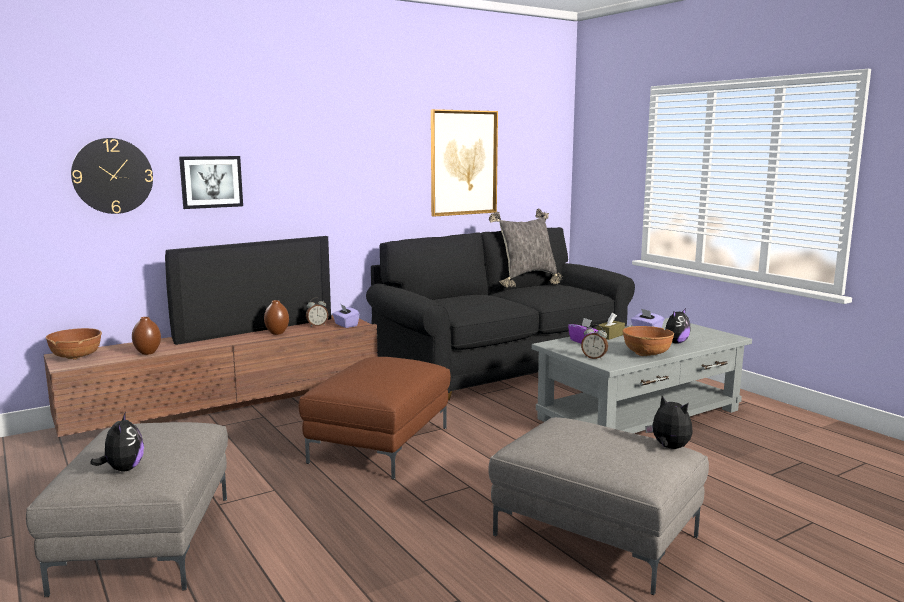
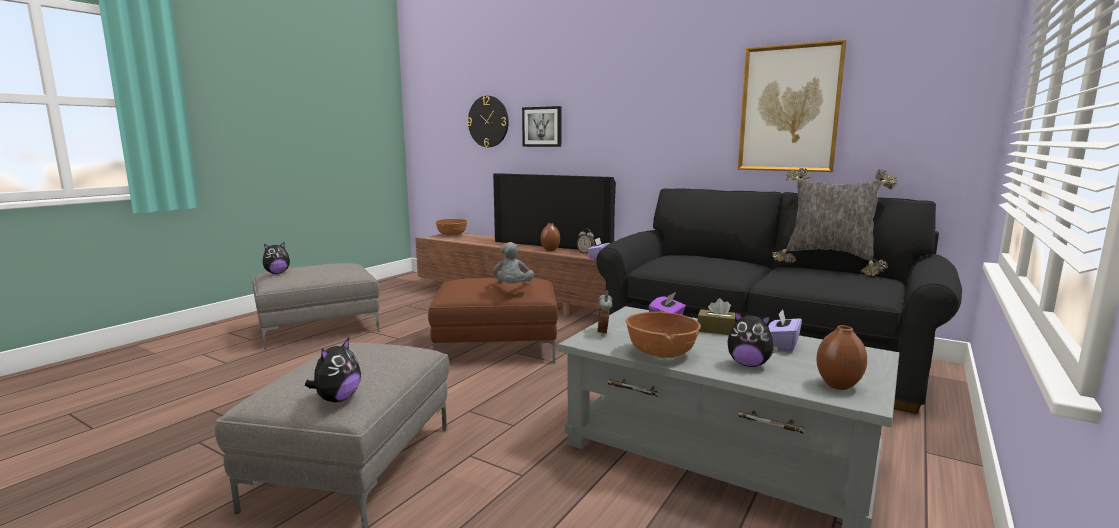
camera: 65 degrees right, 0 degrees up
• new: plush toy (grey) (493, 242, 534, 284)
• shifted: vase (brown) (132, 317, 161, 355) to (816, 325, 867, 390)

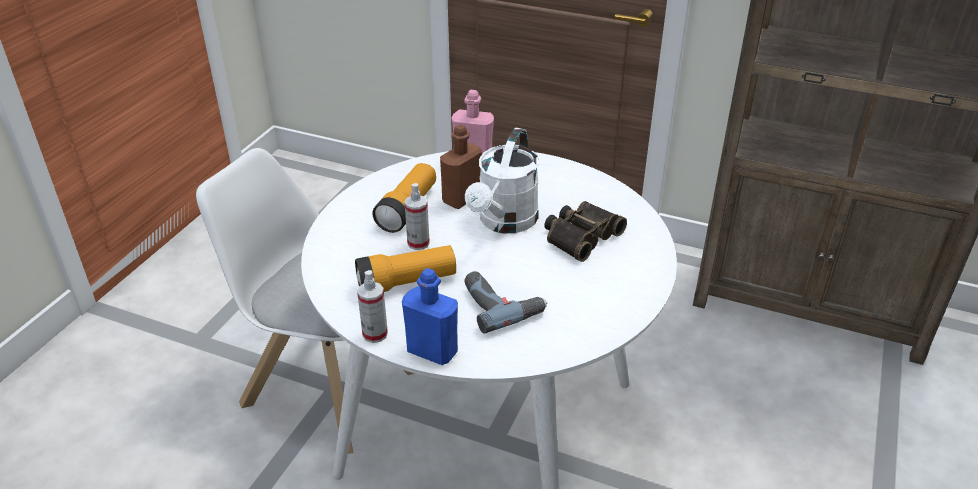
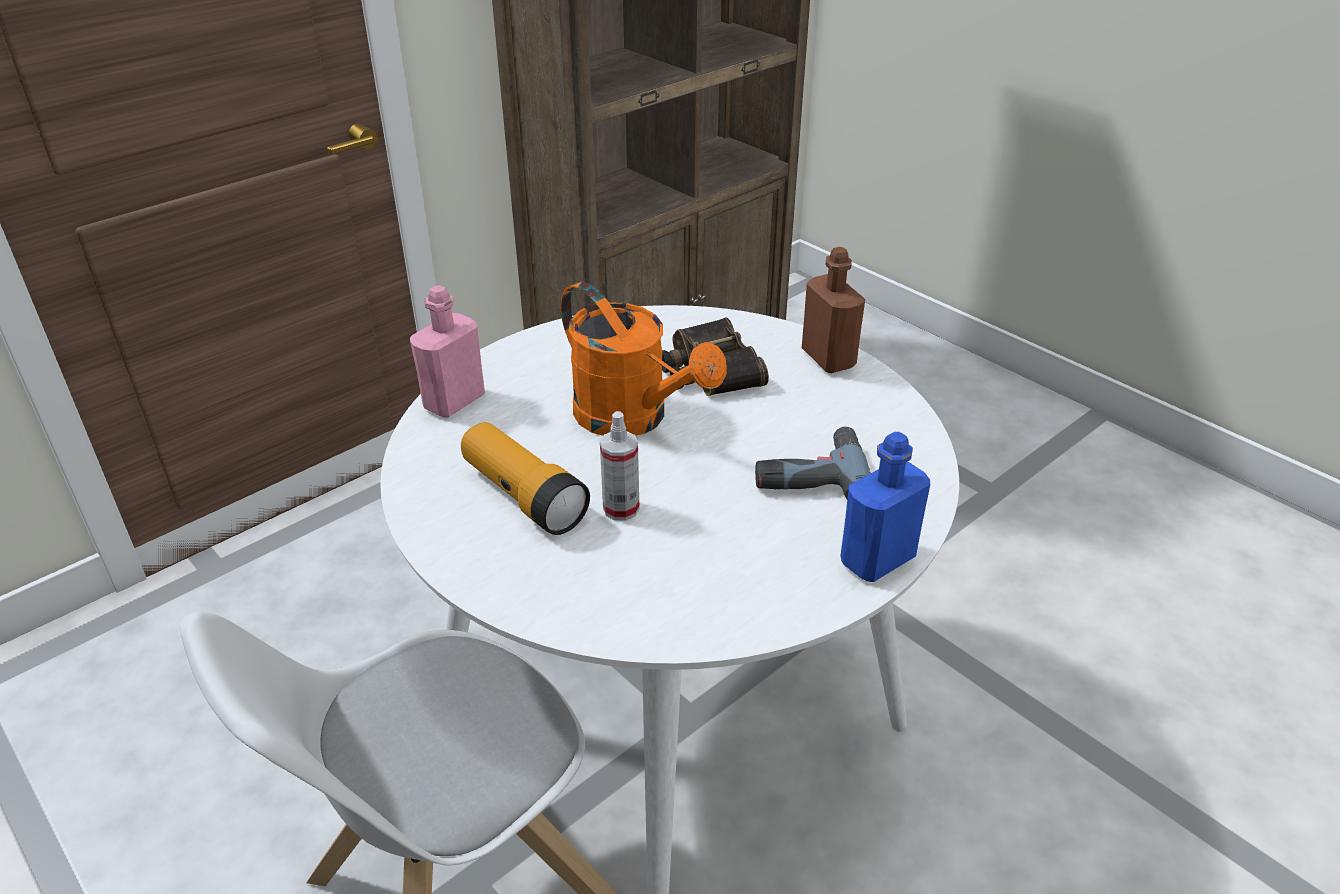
camera: 65 degrees left, 0 degrees up
• gone: flashlight (355, 245, 456, 292)
• gone: spray bottle (357, 270, 388, 343)
• shifted: bottle (brown) (440, 125, 482, 209) to (802, 247, 865, 373)
• repainted: watering can (white) (465, 128, 539, 233) to watering can (orange) (561, 282, 727, 436)

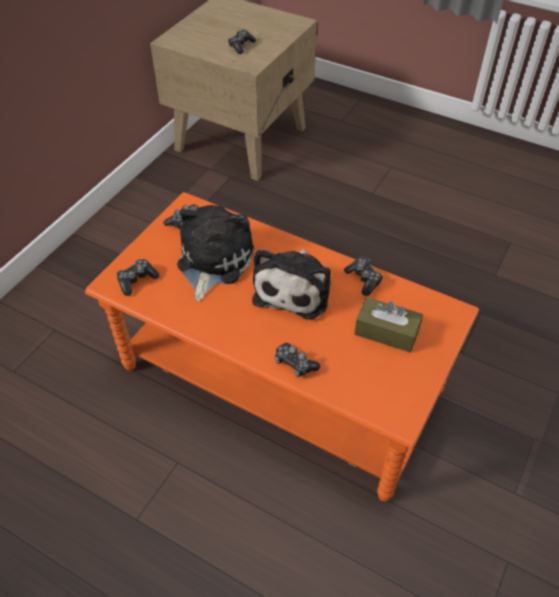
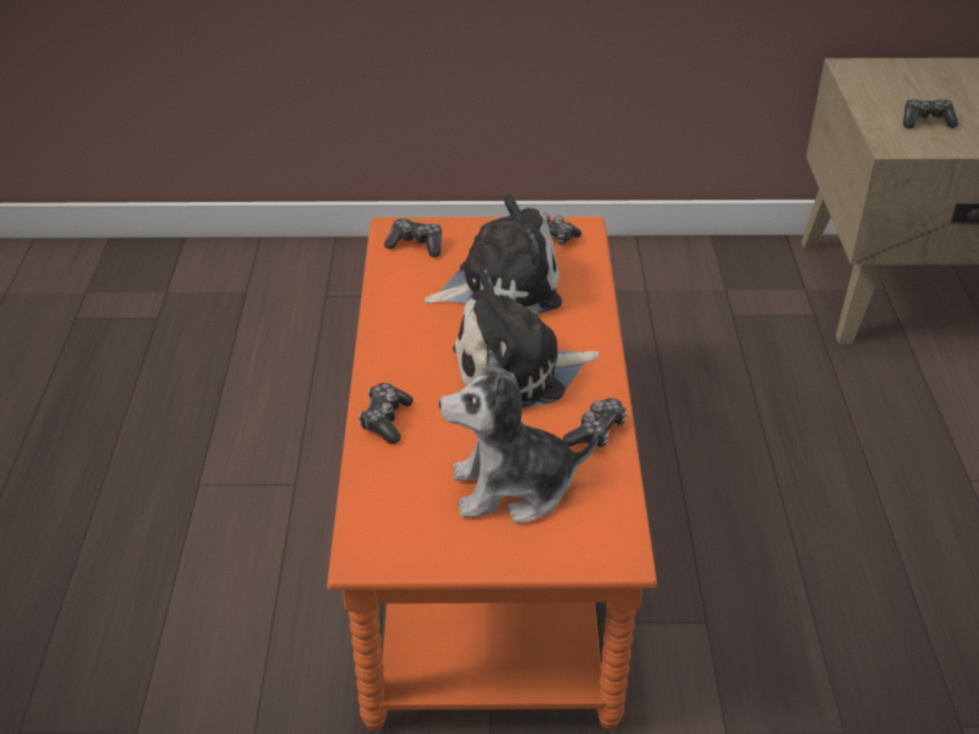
camera: 60 degrees right, 10 degrees down
• swapped: tissue box (brown) (354, 297, 423, 353) to plush toy (439, 350, 598, 524)

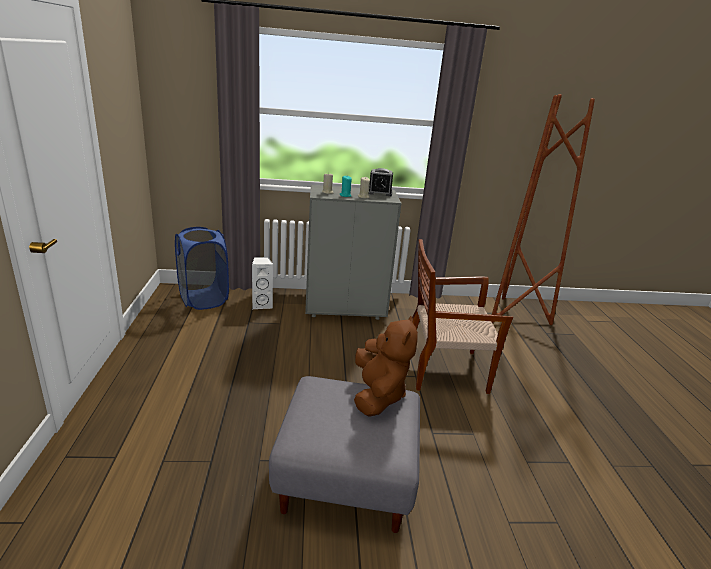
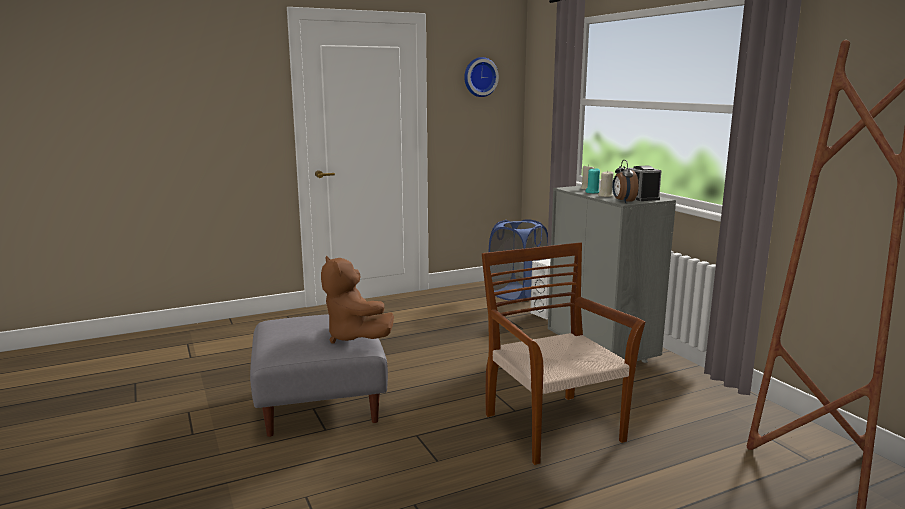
camera: 70 degrees right, 10 degrees down
• new: wall clock (464, 57, 499, 97)
• new: alarm clock (612, 160, 638, 203)
• rotated: plush toy (brown) (354, 316, 418, 417) = (321, 256, 394, 343) 75 degrees clockwise

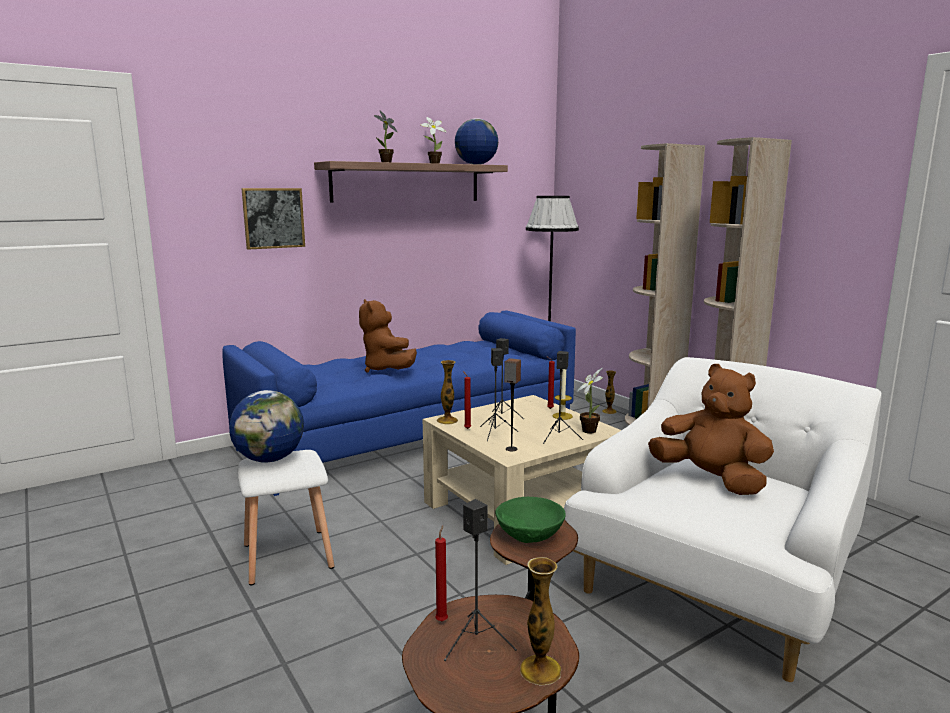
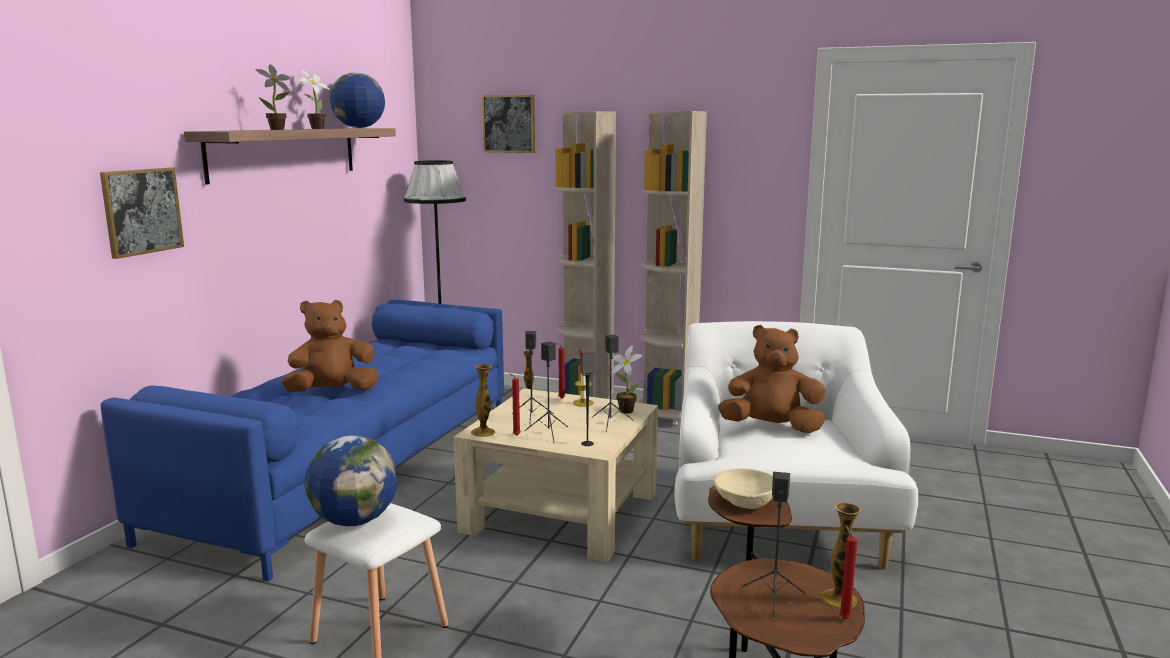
camera: 35 degrees left, 0 degrees up
• new: picture (482, 95, 535, 153)
• shifted: candle (red) (435, 525, 448, 622) to (839, 525, 857, 619)
• repainted: bowl (green) (495, 497, 566, 543) to bowl (beige) (714, 469, 773, 509)
• rotated: plush toy (brown) (359, 299, 417, 373) = (281, 300, 379, 392) 120 degrees clockwise

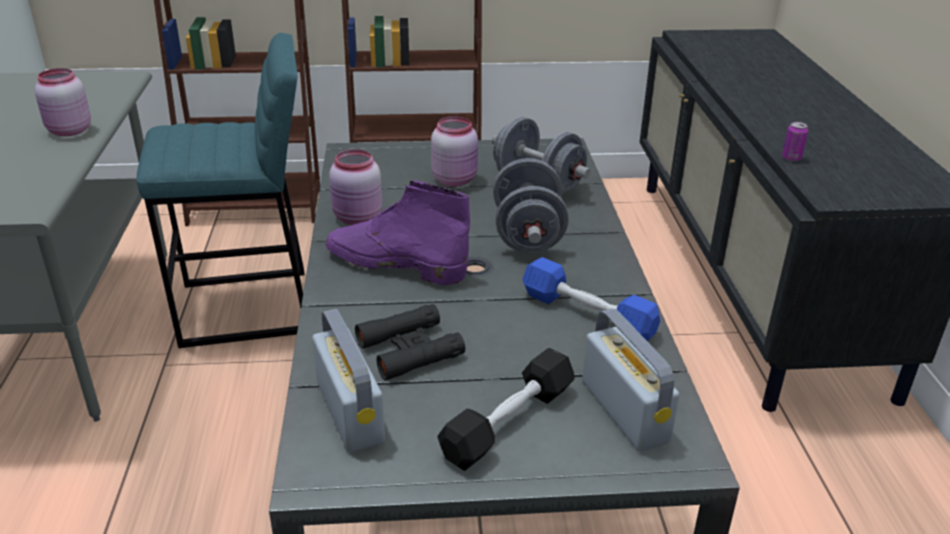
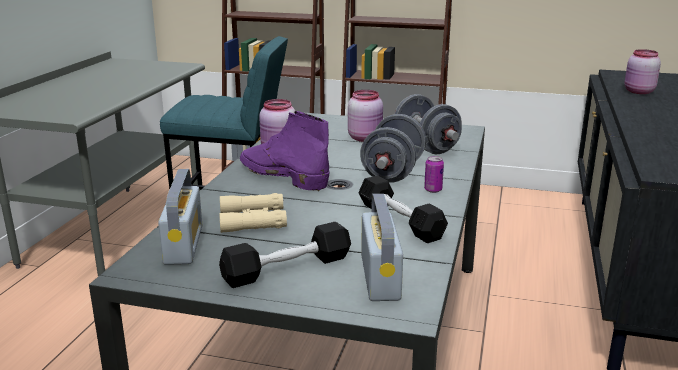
camera: 20 degrees right, 10 degrees down
• shifted: jar (pink) (35, 68, 91, 136) to (624, 49, 661, 94)
• shifted: can (782, 122, 808, 162) to (424, 156, 444, 193)
• repainted: binoculars (black) (355, 304, 465, 381) to binoculars (beige) (220, 193, 287, 232)
• repainted: dumbbell (blue) (522, 257, 660, 341) to dumbbell (black) (359, 175, 448, 243)

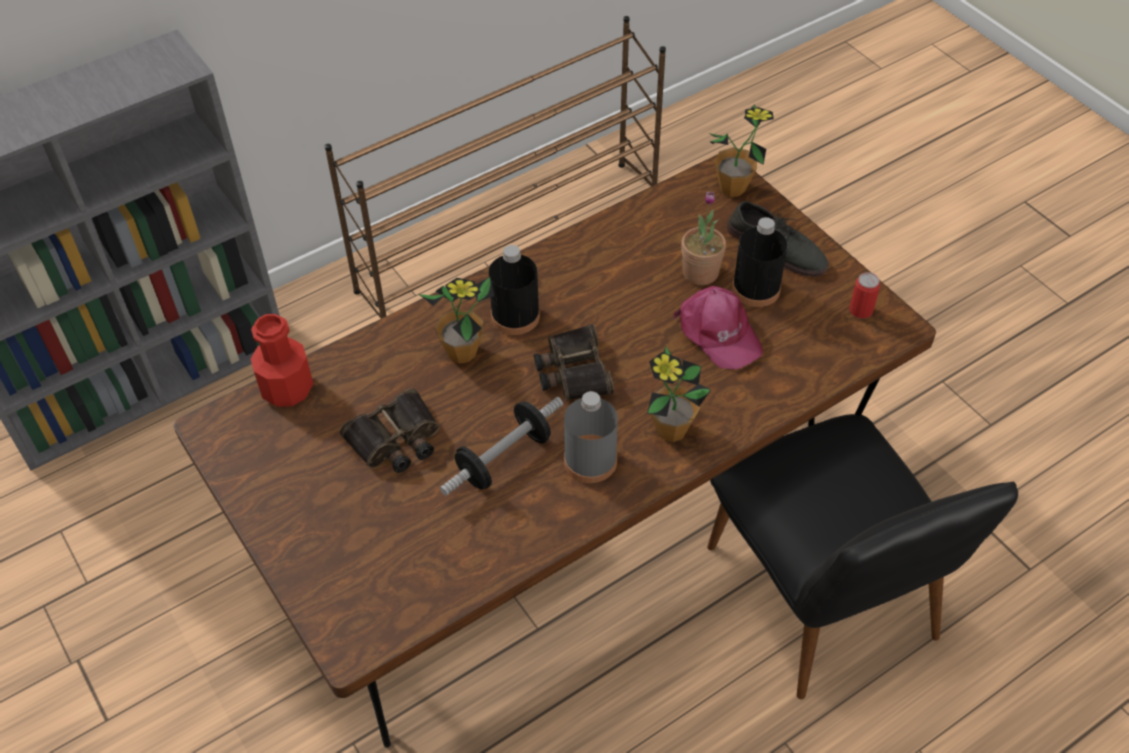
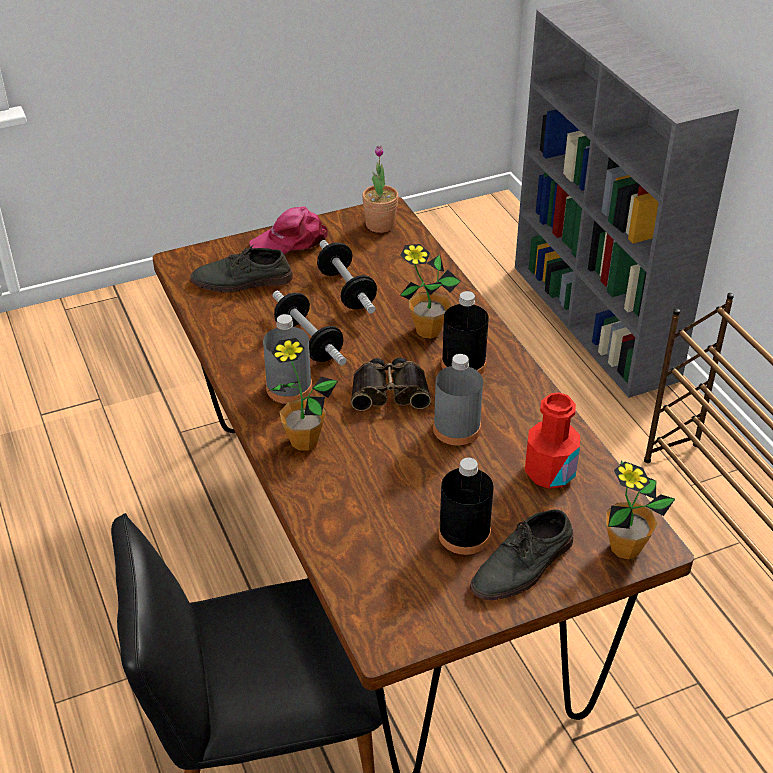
camera: 100 degrees right, 10 degrees down
• gone: can (849, 272, 880, 319)
• new: shoe (grey) (190, 245, 293, 293)
• new: bottle (grey) (433, 354, 483, 446)
• shifted: bottle (red) (251, 314, 314, 407) to (525, 392, 580, 489)
• shifted: cap (pink) (674, 286, 763, 370) to (249, 206, 328, 254)
• shifted: potted plant (681, 191, 726, 285) to (362, 145, 399, 233)
• swapped: binoculars (340, 388, 439, 473) to dumbbell (317, 240, 377, 314)

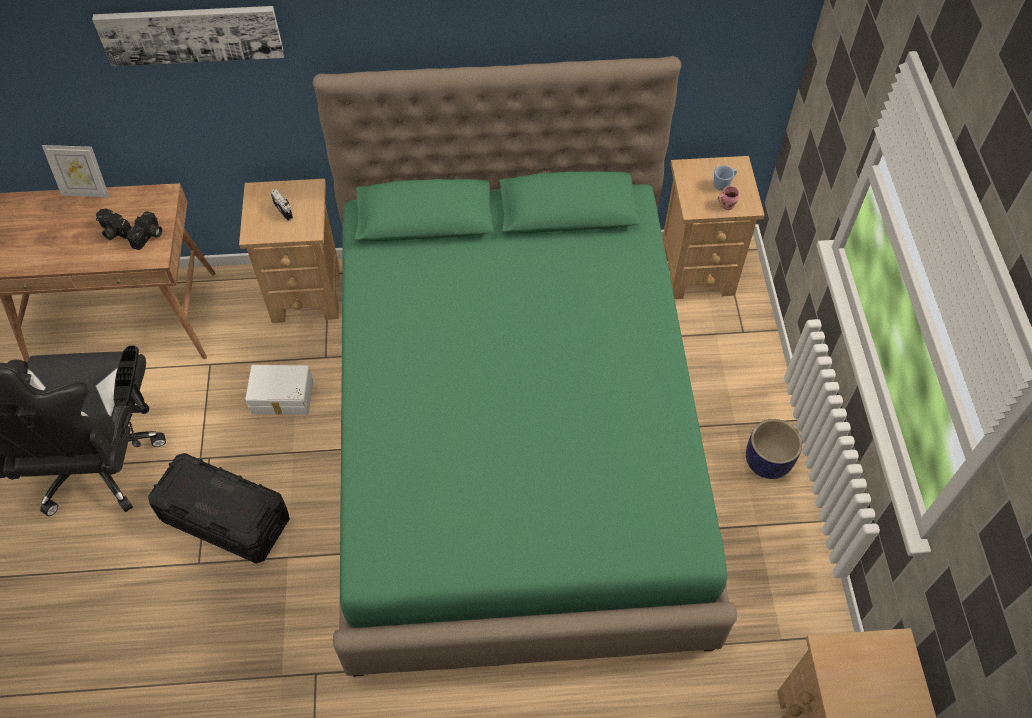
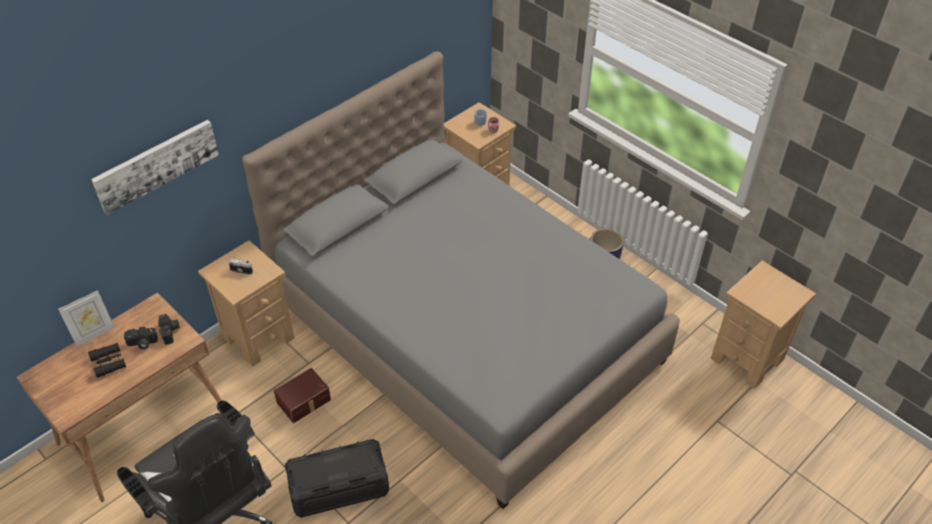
camera: 40 degrees left, 10 degrees down
• new: binoculars (black) (88, 343, 126, 378)
• repainted: storage box (white) (245, 365, 313, 415) to storage box (brown) (274, 368, 331, 423)
• repainted: bed (green) (312, 56, 737, 677) to bed (grey) (242, 52, 680, 509)

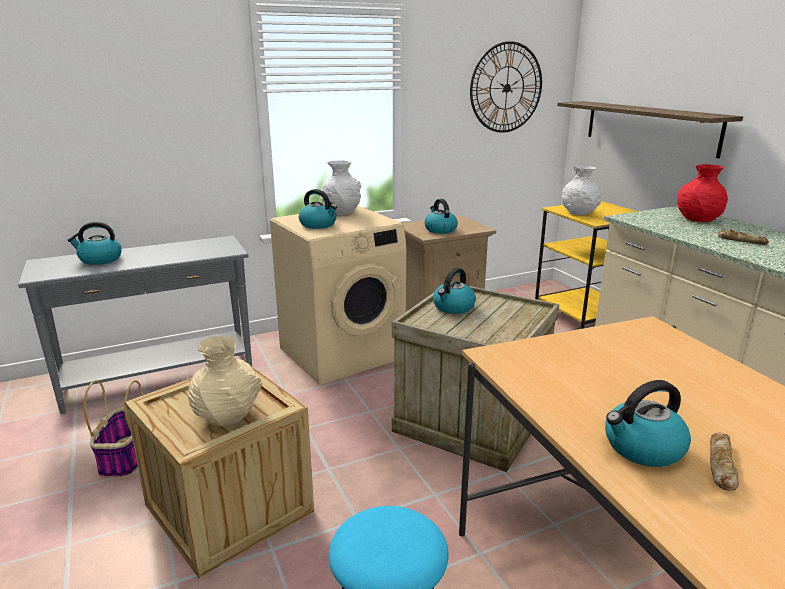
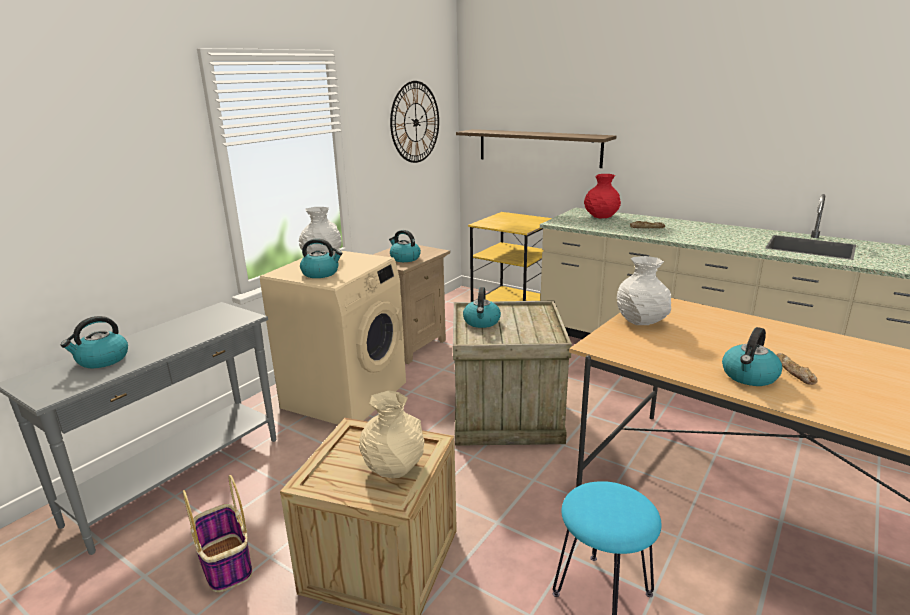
camera: 30 degrees left, 0 degrees up
• shifted: vase (white) (562, 165, 601, 215) to (617, 256, 671, 325)

